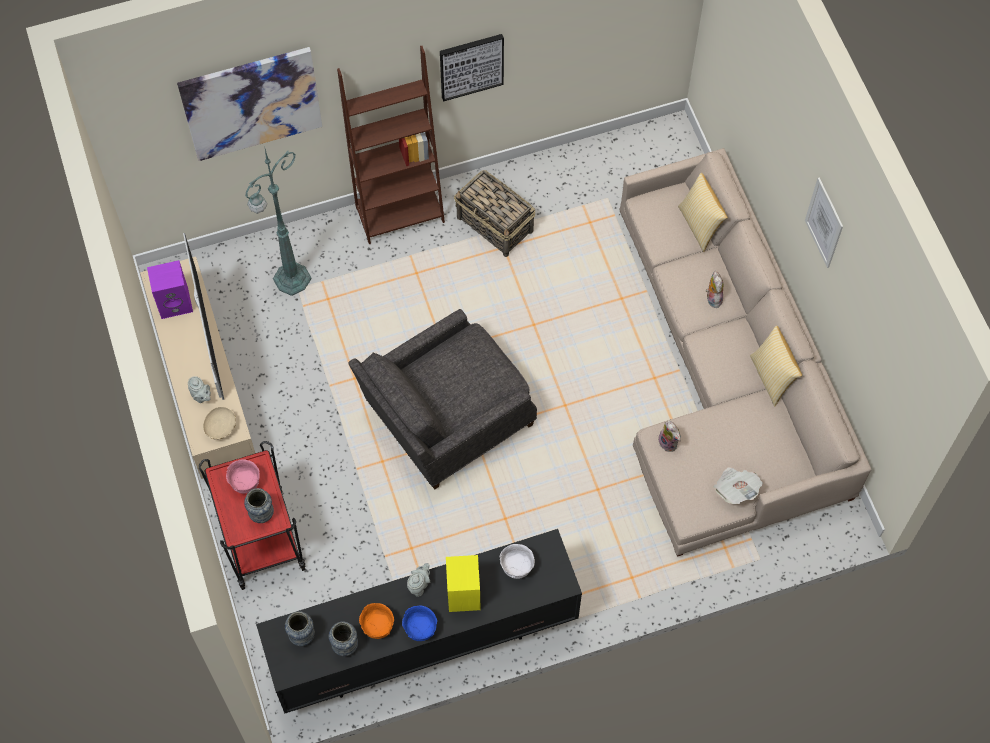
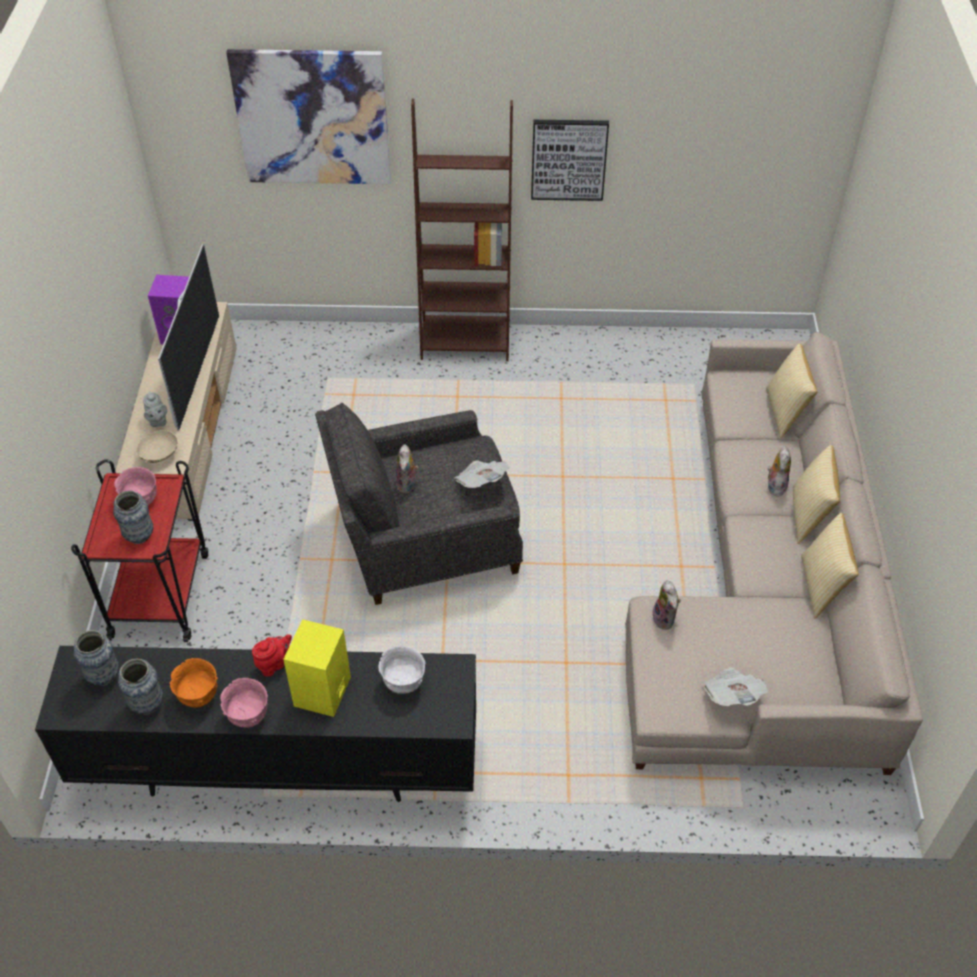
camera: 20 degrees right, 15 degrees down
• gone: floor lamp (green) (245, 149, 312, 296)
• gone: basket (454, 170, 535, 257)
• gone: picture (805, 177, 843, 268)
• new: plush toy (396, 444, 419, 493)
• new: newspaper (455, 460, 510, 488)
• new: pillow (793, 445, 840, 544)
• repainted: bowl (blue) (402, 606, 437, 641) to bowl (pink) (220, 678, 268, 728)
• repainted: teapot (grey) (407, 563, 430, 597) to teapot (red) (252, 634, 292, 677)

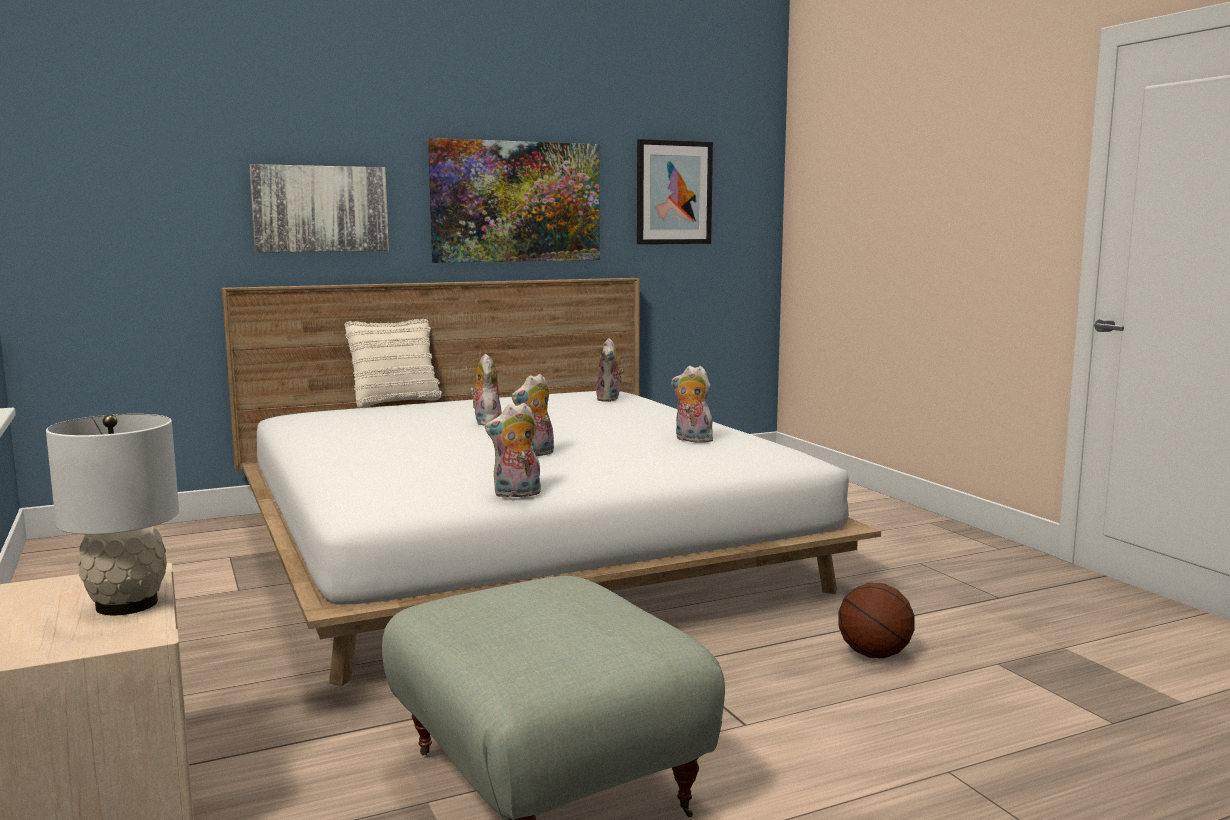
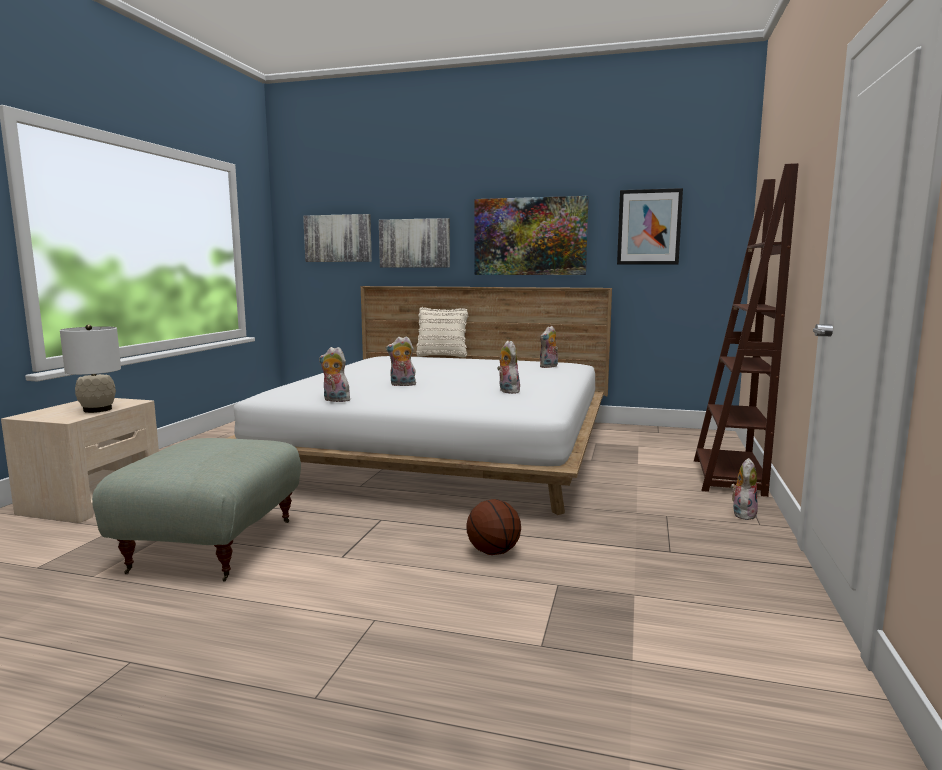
camera: 40 degrees right, 0 degrees up
• new: picture (303, 214, 372, 262)
• new: bookcase (brown) (694, 163, 799, 497)
• shifted: plush toy (470, 354, 502, 426) to (731, 458, 758, 520)

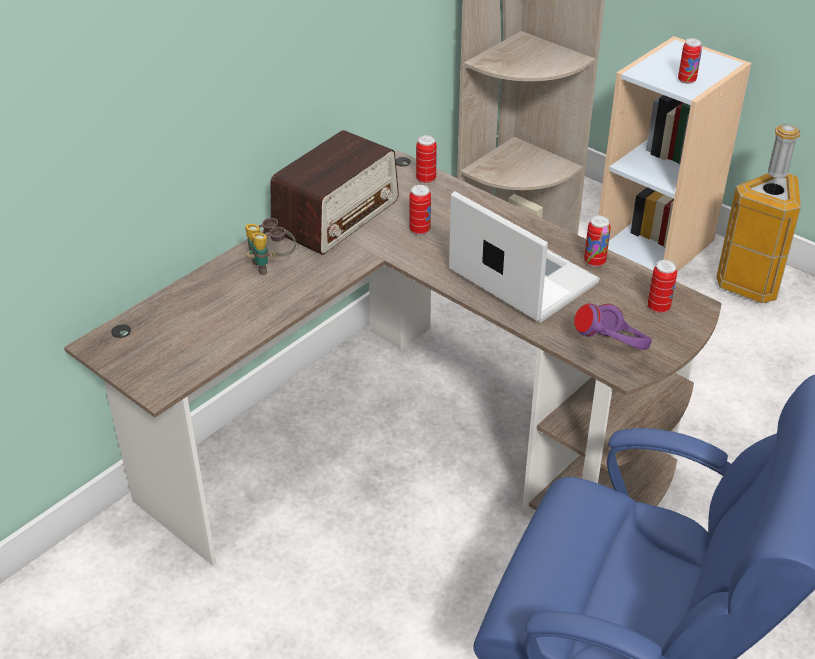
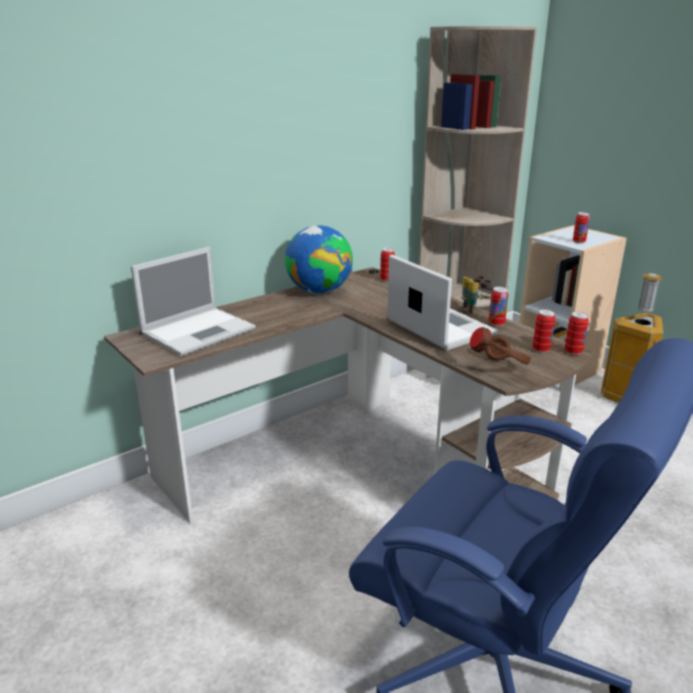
camera: 10 degrees right, 15 degrees down
• new: laptop (131, 247, 256, 356)
• shifted: binoculars (245, 218, 296, 275) to (461, 276, 493, 314)
• shifted: can (409, 185, 431, 235) to (565, 312, 589, 355)
• swapped: radio (271, 130, 399, 255) to globe (285, 225, 353, 294)
• repainted: headphones (purple) (574, 303, 652, 350) to headphones (brown) (470, 327, 531, 365)

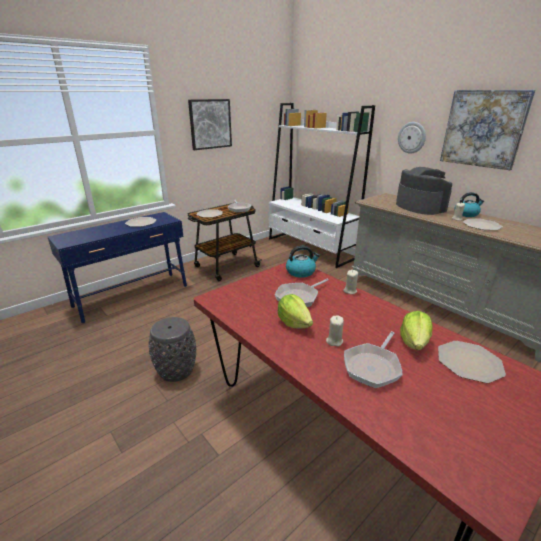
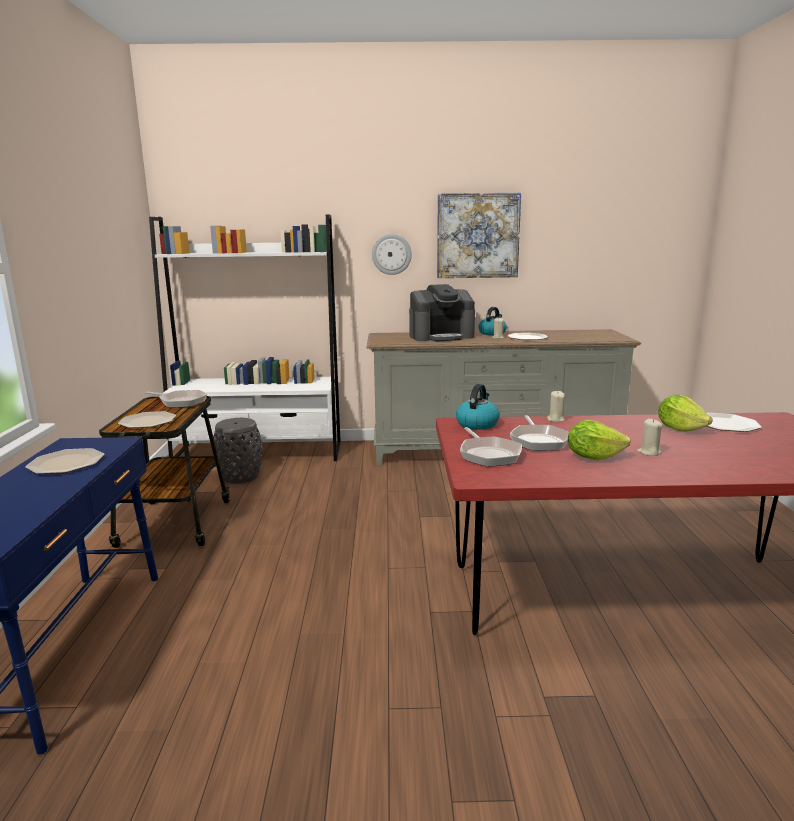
camera: 50 degrees left, 10 degrees down
• gone: picture (188, 99, 232, 150)
• shifted: stool (grey) (149, 317, 196, 382) to (213, 418, 263, 484)
• shifted: frying pan (344, 331, 403, 388) to (460, 427, 522, 467)
• rotated: coffee machine (396, 167, 452, 215) = (409, 284, 475, 341) 150 degrees clockwise

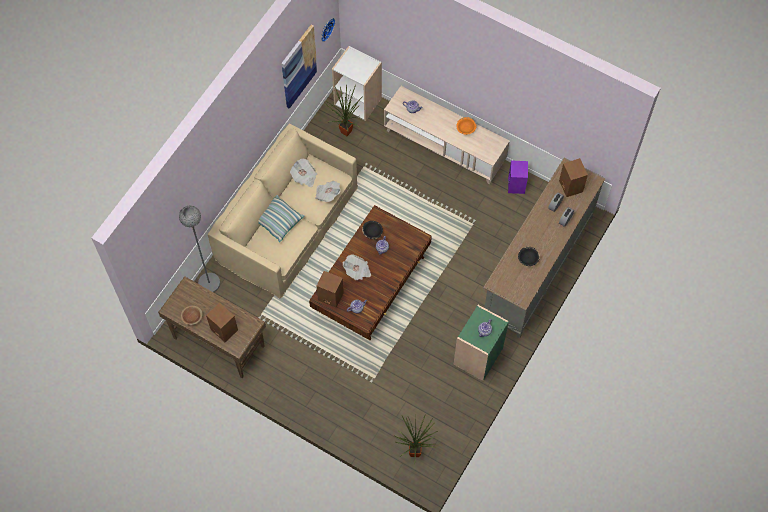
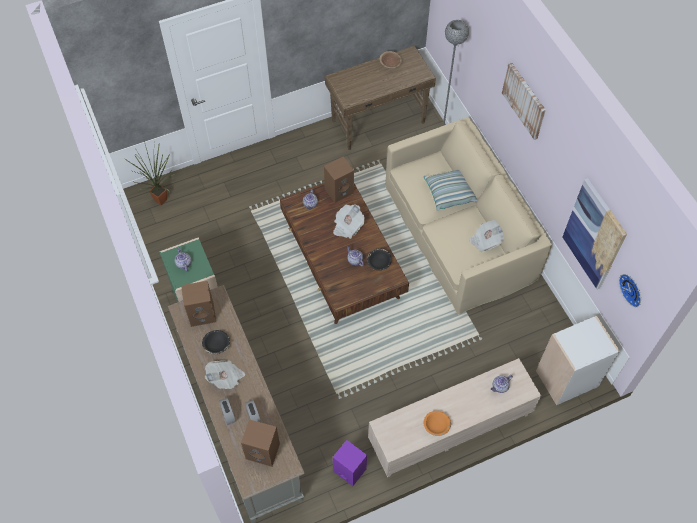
camera: 125 degrees right, 5 degrees down
• gone: potted plant (325, 85, 364, 136)
• new: picture (502, 62, 546, 140)
• shifted: speaker (brown) (206, 303, 238, 342) to (181, 281, 216, 327)
• shifted: newspaper (315, 181, 341, 202) to (205, 360, 245, 389)

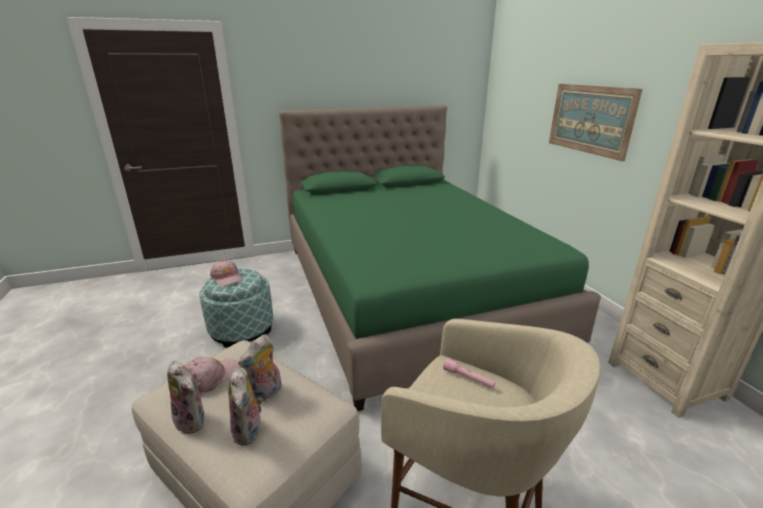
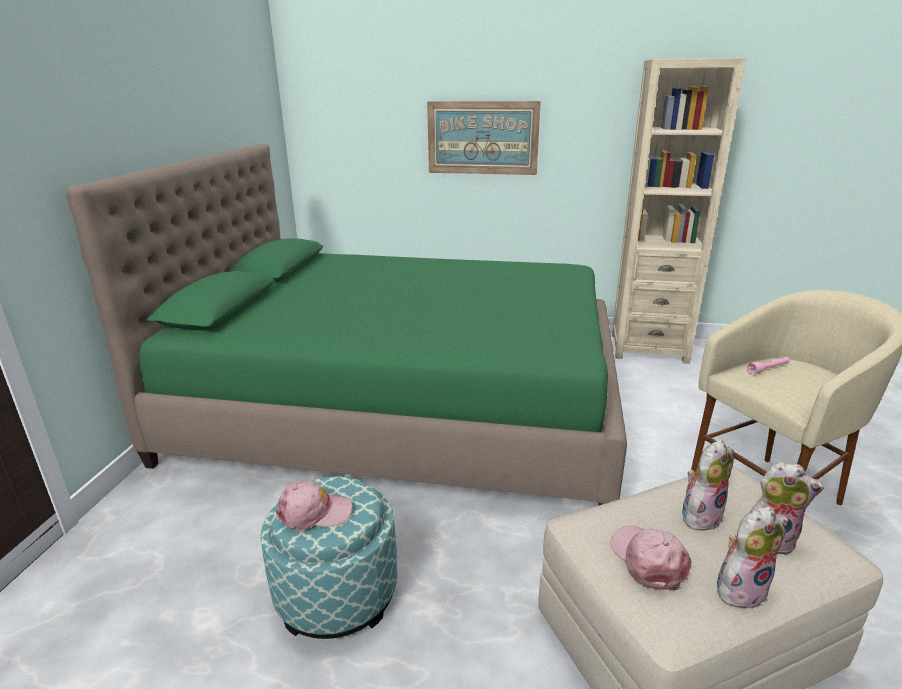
camera: 60 degrees left, 0 degrees up
• rotated: plush toy (238, 335, 282, 401) = (682, 440, 734, 531) 105 degrees counterclockwise

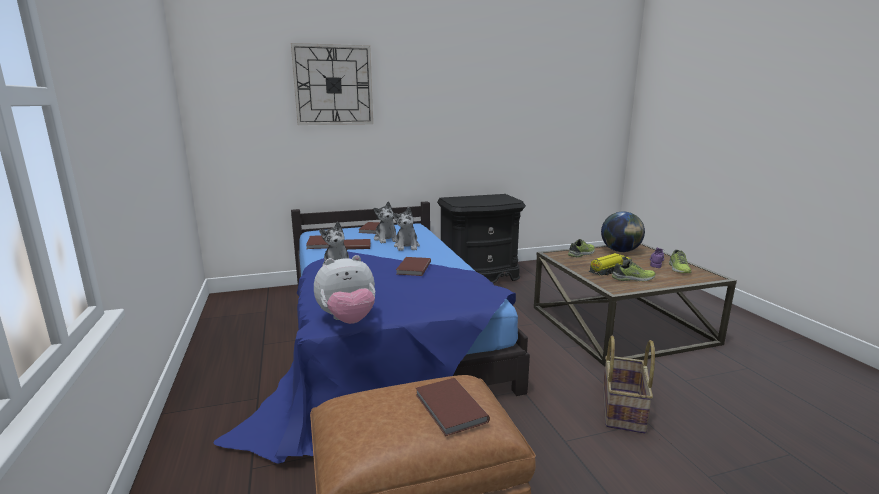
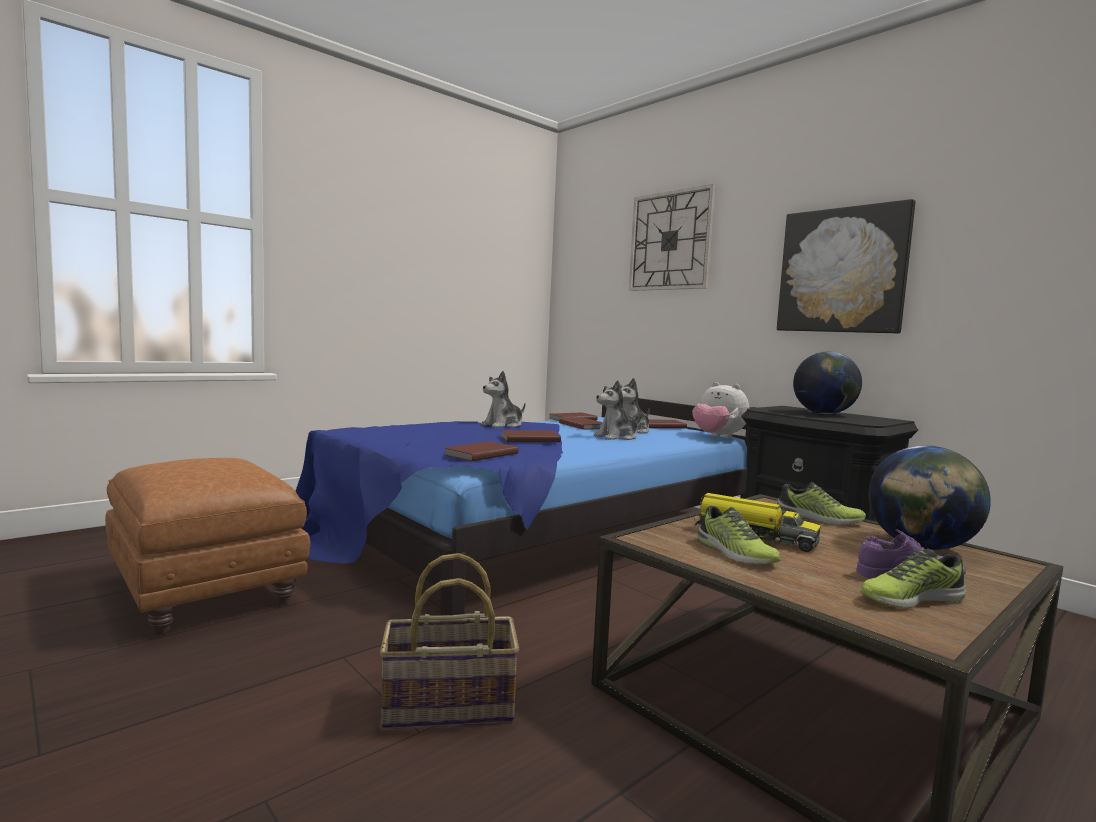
camera: 65 degrees right, 10 degrees down
• new: picture (777, 199, 916, 334)
• new: globe (793, 352, 862, 414)
• shifted: plush toy (314, 255, 375, 324) to (692, 382, 750, 438)
• shifted: book (brown) (416, 378, 490, 436) to (444, 441, 519, 462)

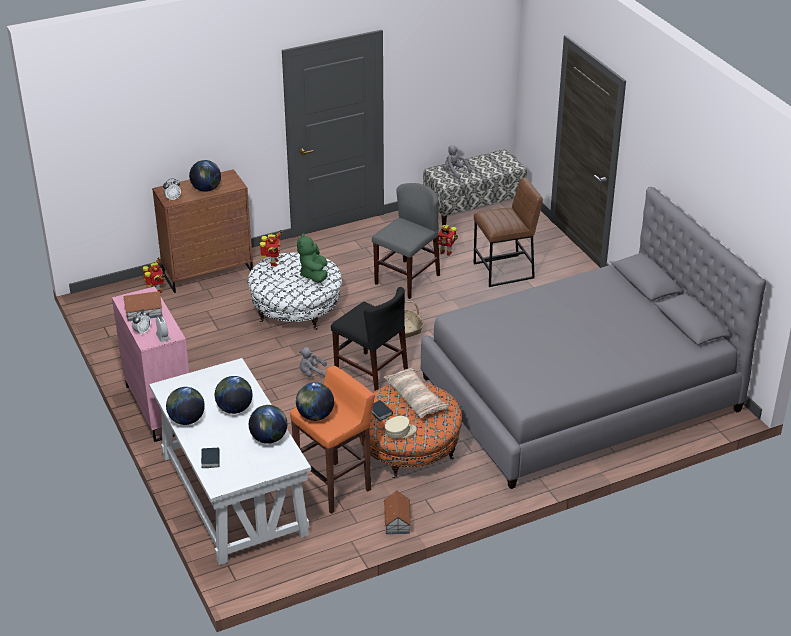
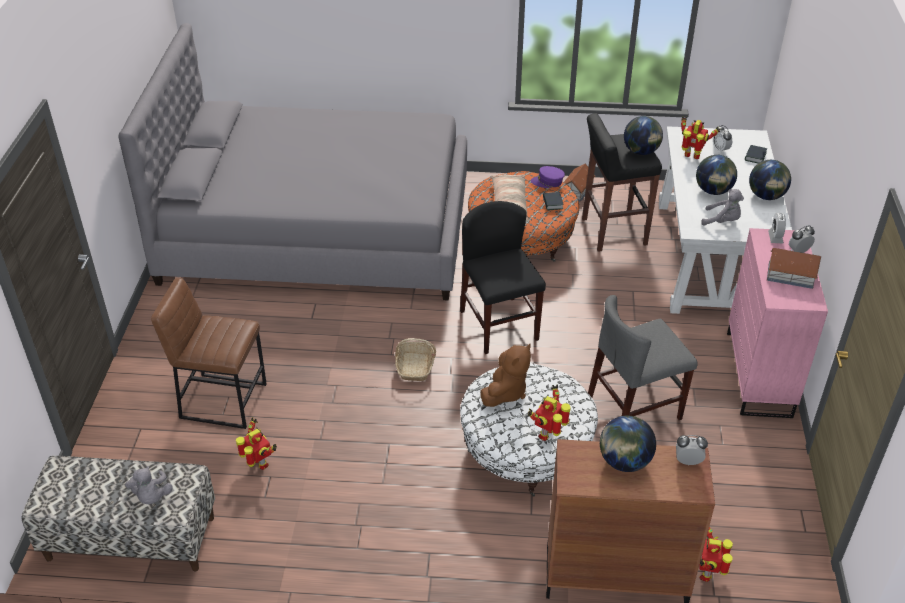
camera: 150 degrees left, 5 degrees up
• new: alarm clock (713, 125, 732, 154)
• shifted: plush toy (grey) (299, 347, 327, 377) to (701, 189, 744, 226)
• shifted: chair (grey) (372, 183, 440, 299) to (588, 295, 698, 420)
• swapped: globe (249, 405, 287, 444) to toy robot (681, 117, 721, 159)
• repainted: stool (orange) (290, 366, 375, 514) to stool (black) (582, 113, 662, 252)
• repainted: plush toy (green) (297, 233, 328, 283) to plush toy (brown) (480, 344, 531, 407)
• repainted: cap (beige) (385, 416, 416, 439) to cap (purple) (531, 166, 565, 188)

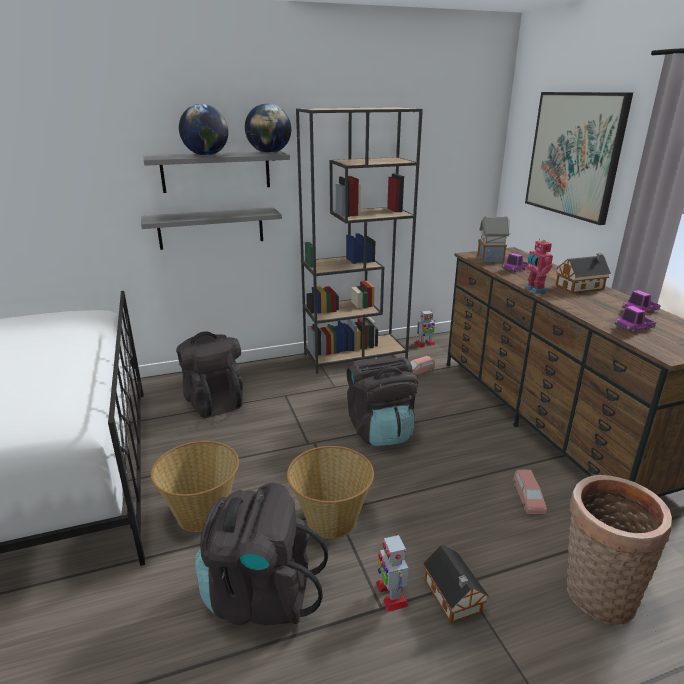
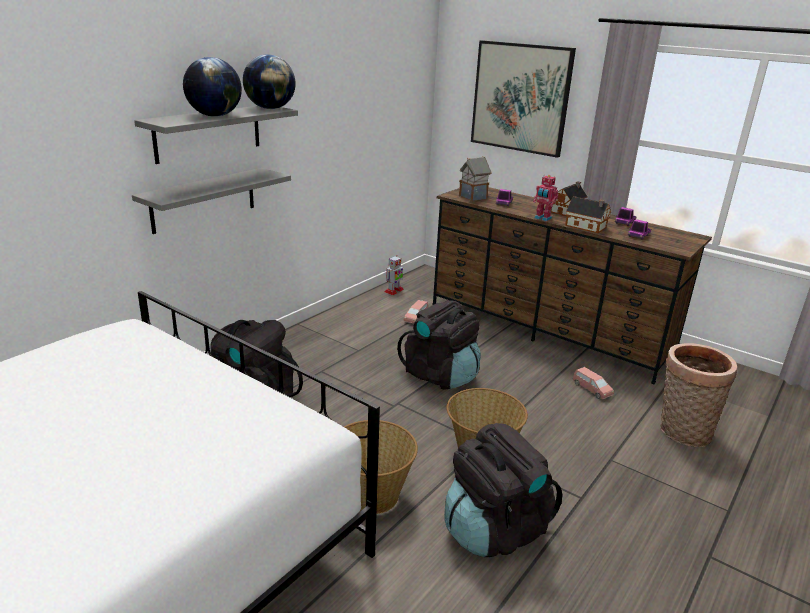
camera: 35 degrees left, 0 degrees up
• gone: bookcase (296, 107, 423, 374)
• gone: toy robot (376, 533, 409, 612)
• shifted: toy house (423, 544, 489, 623) to (565, 196, 611, 233)

